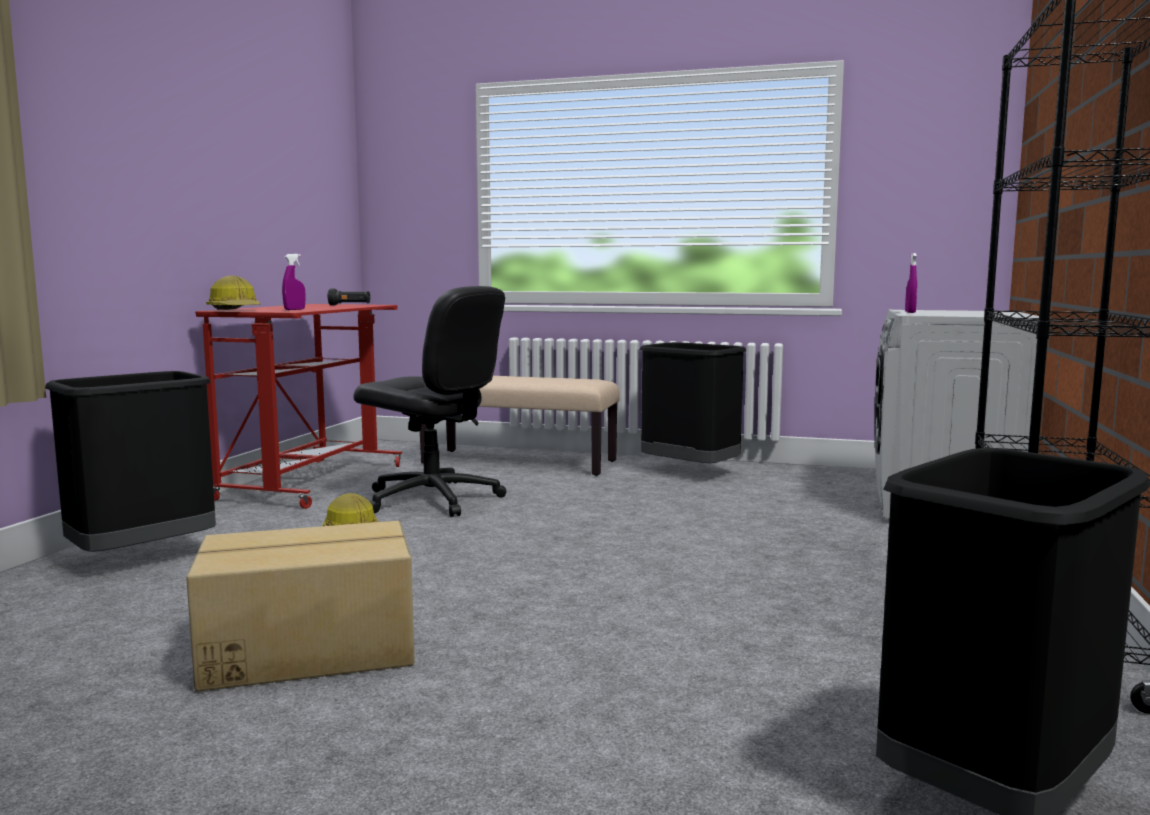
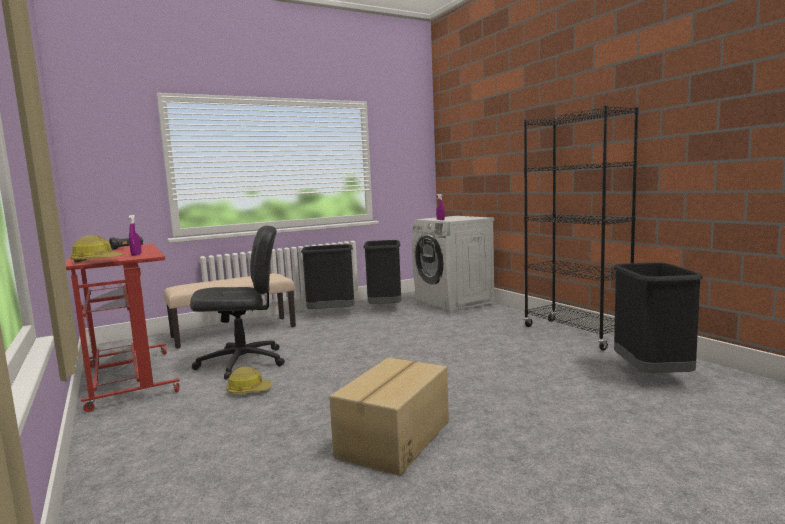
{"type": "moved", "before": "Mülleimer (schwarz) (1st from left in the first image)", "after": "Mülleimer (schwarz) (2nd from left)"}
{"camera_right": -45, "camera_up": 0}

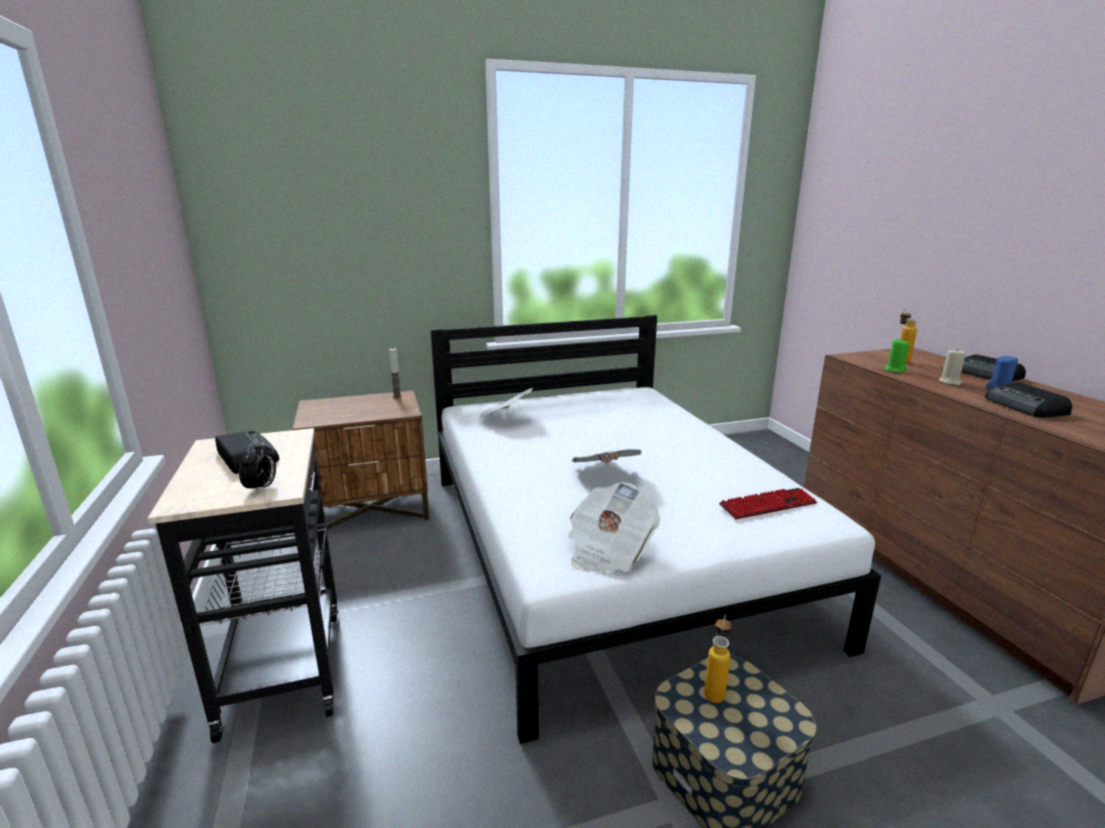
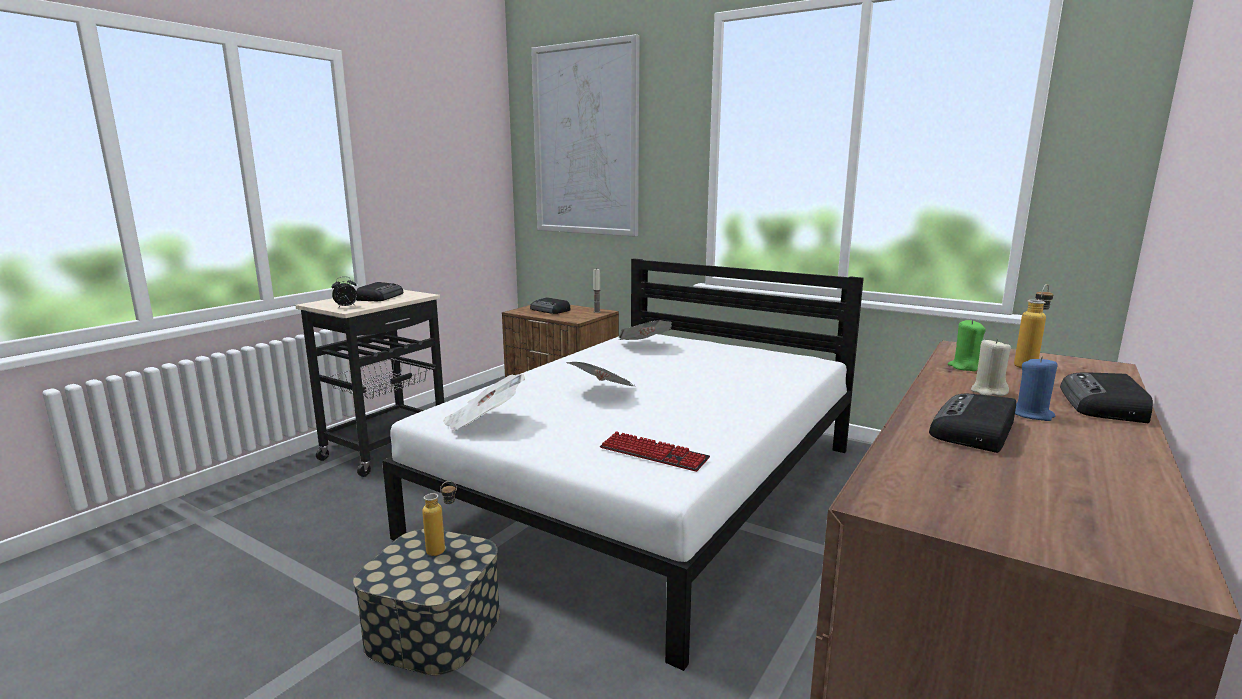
{"type": "added", "after": "Radio (2nd from left)"}
{"type": "added", "after": "Bild"}
{"camera_right": 50, "camera_up": -5}

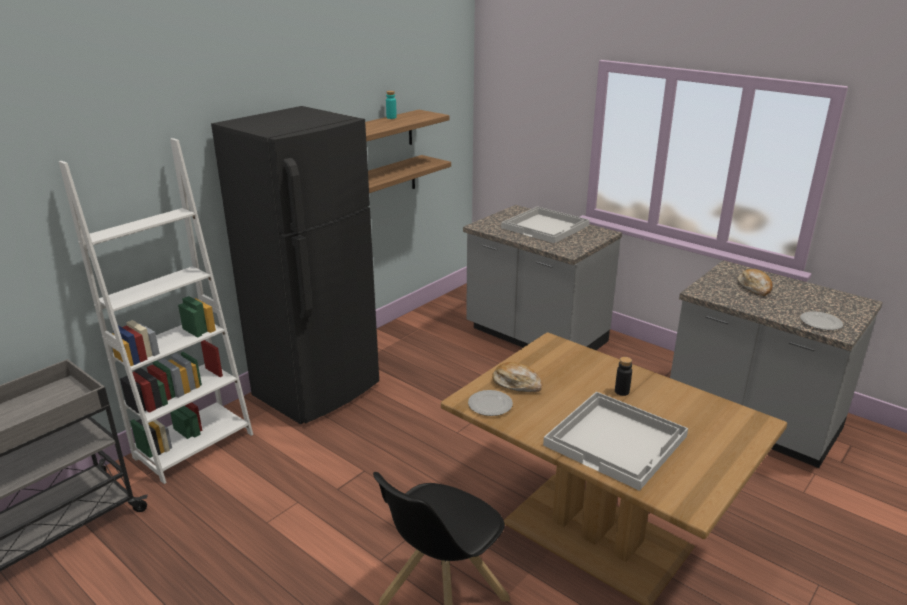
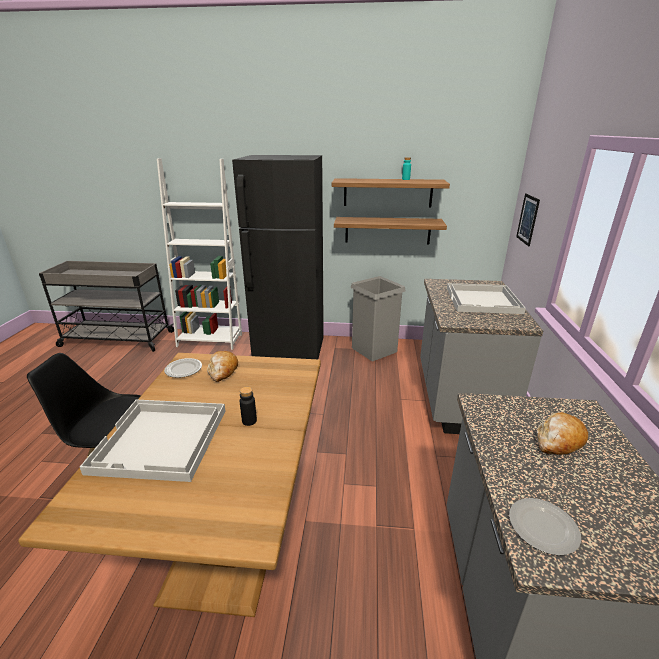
{"type": "added", "after": "Mülleimer (grau)"}
{"type": "added", "after": "Bild"}
{"camera_right": 55, "camera_up": 0}

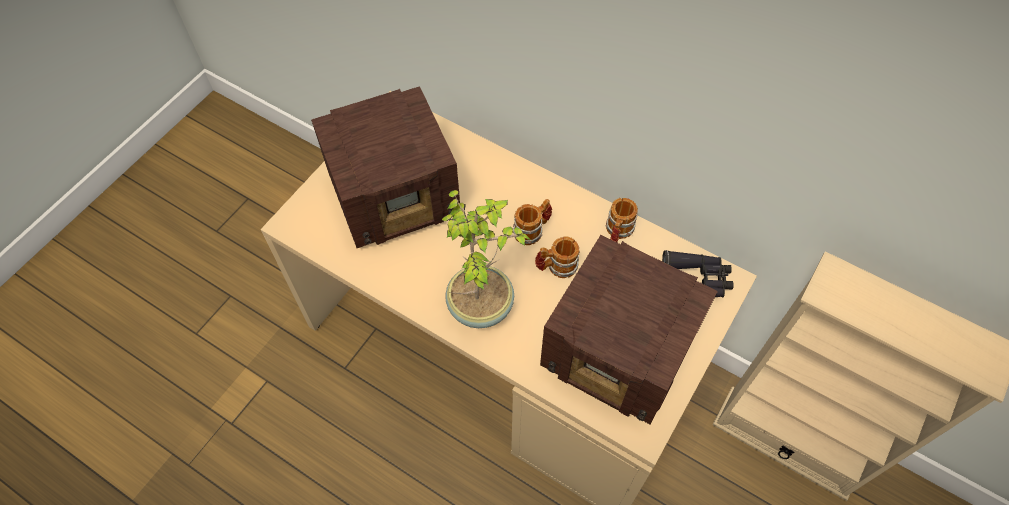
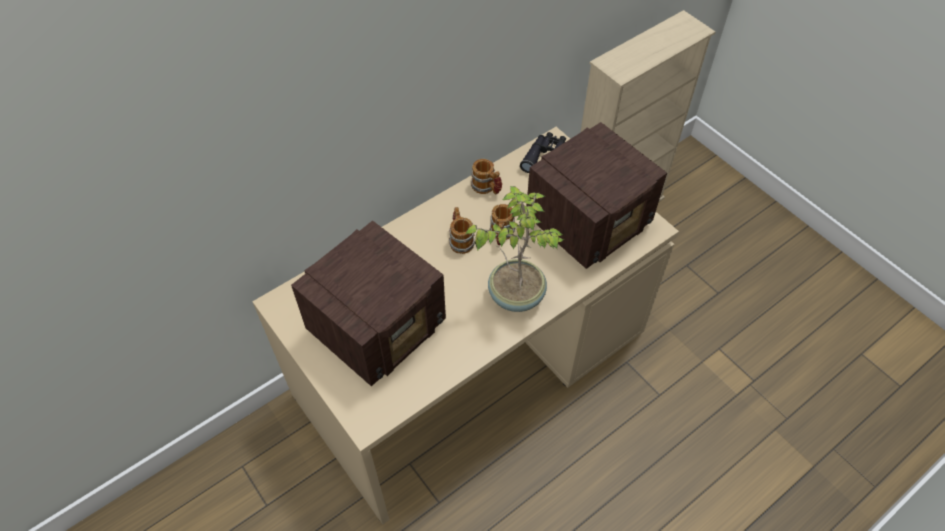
{"type": "turned", "before": "Radio (1st from left)", "turn": 45}
{"camera_right": -70, "camera_up": -5}

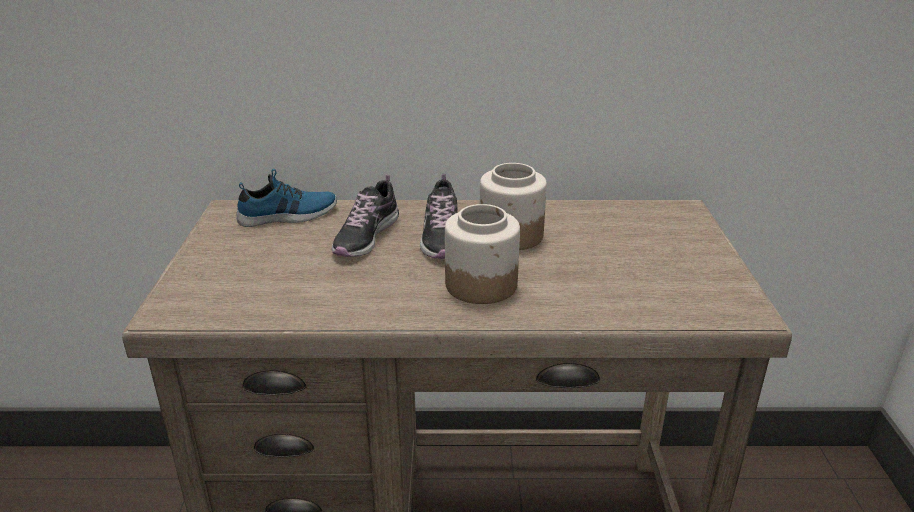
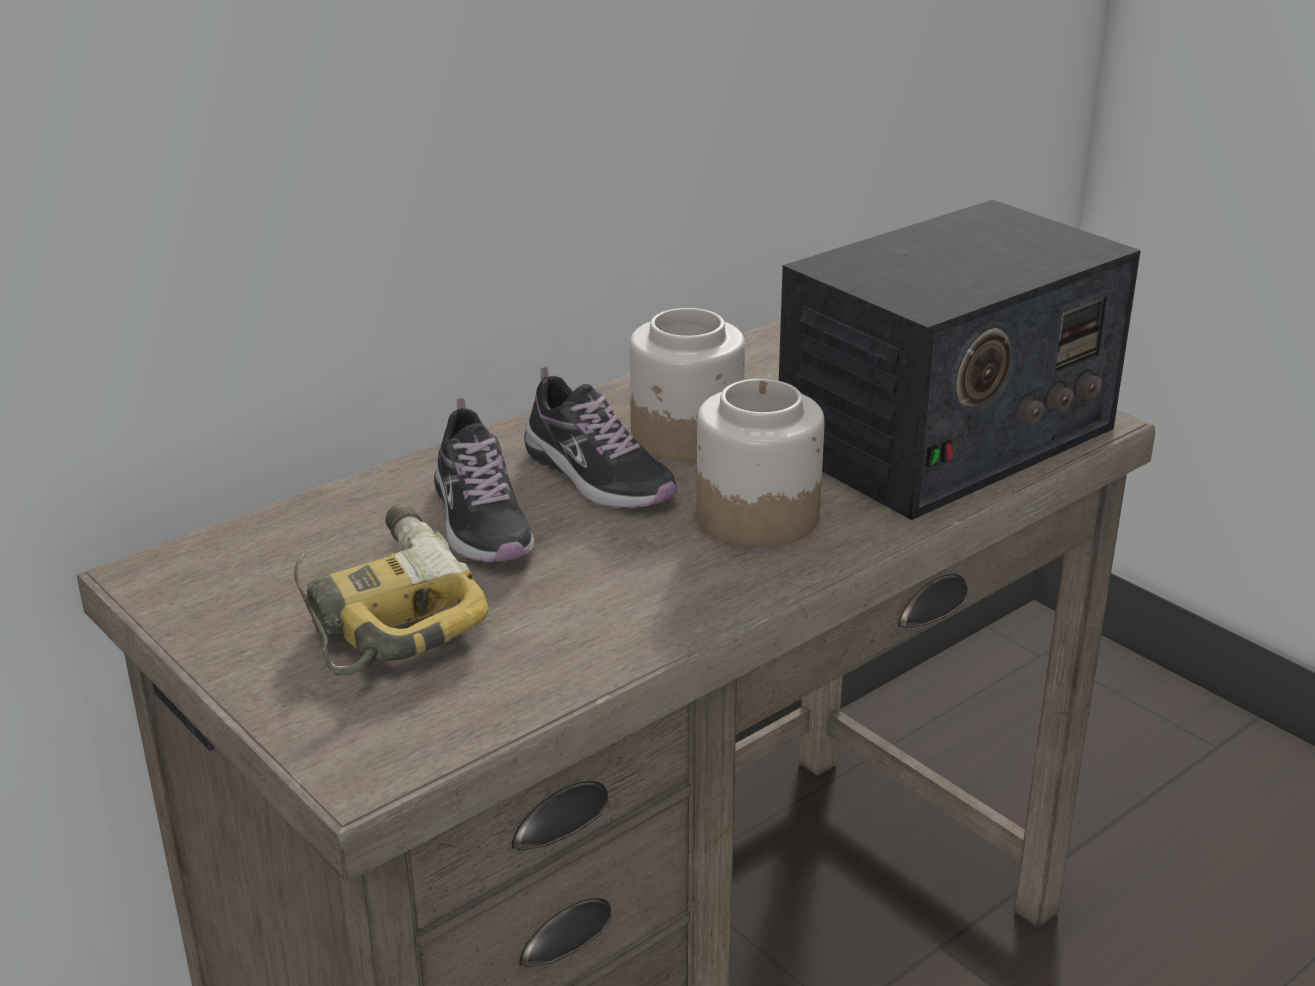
{"type": "removed", "before": "Schuh (1st from left)"}
{"type": "added", "after": "Bohrmaschine"}
{"type": "added", "after": "Radio"}
{"camera_right": -40, "camera_up": 0}

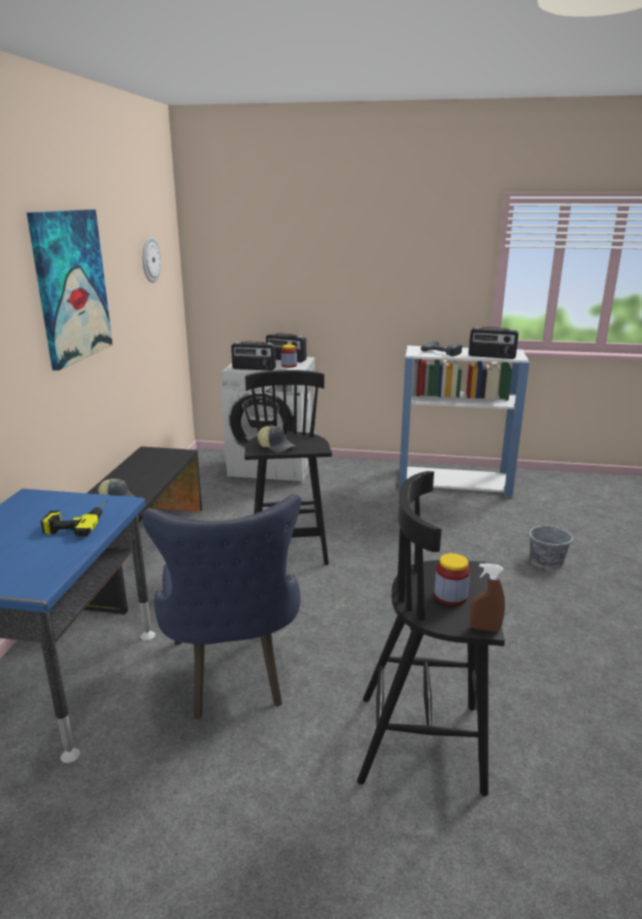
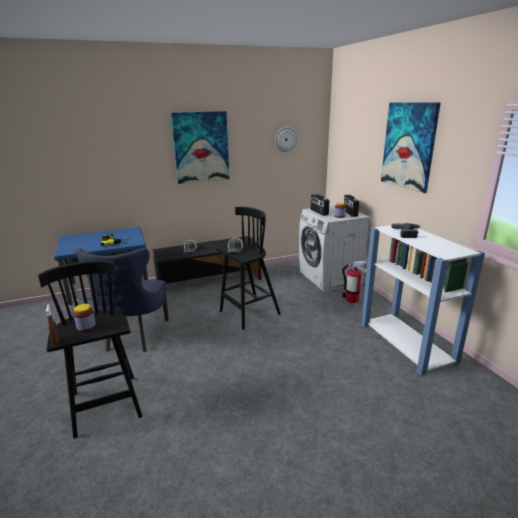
{"type": "removed", "before": "Radio (3rd from left)"}
{"type": "removed", "before": "Eimer (grau)"}
{"type": "added", "after": "Feuerlöscher"}
{"type": "added", "after": "Bild (2nd from left)"}
{"type": "turned", "before": "Stuhl (blau)", "turn": -45}
{"camera_right": 60, "camera_up": 0}

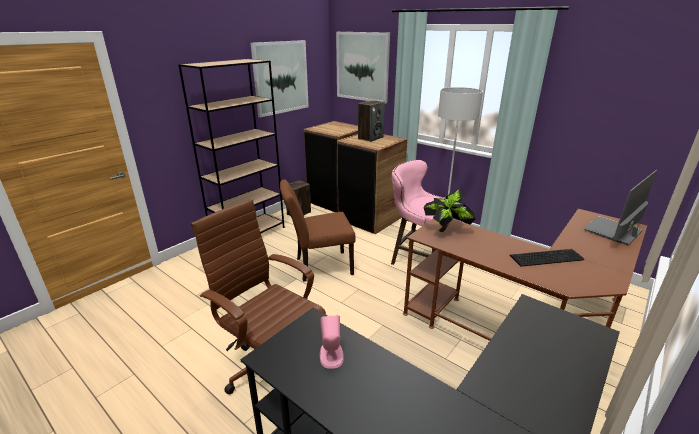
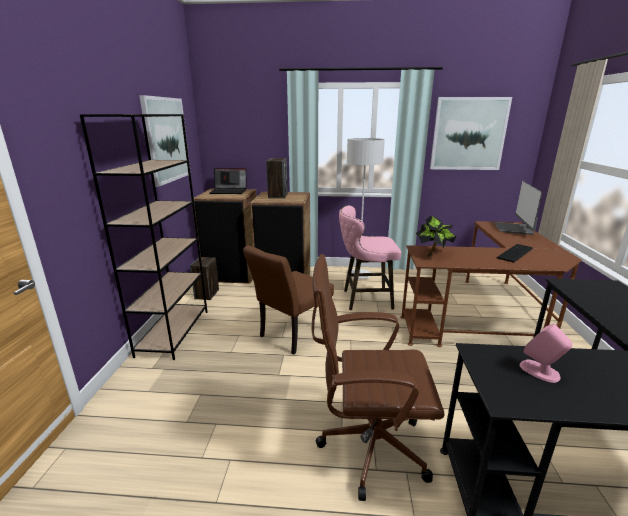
{"type": "added", "after": "Laptop"}
{"type": "moved", "before": "Bild (2nd from left)"}
{"camera_right": -35, "camera_up": -5}

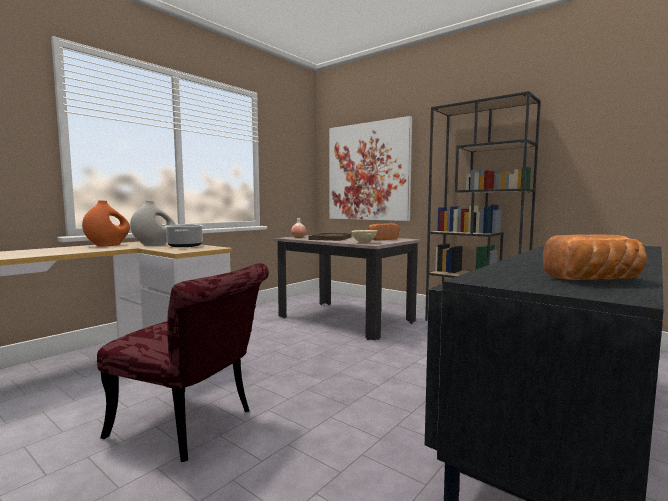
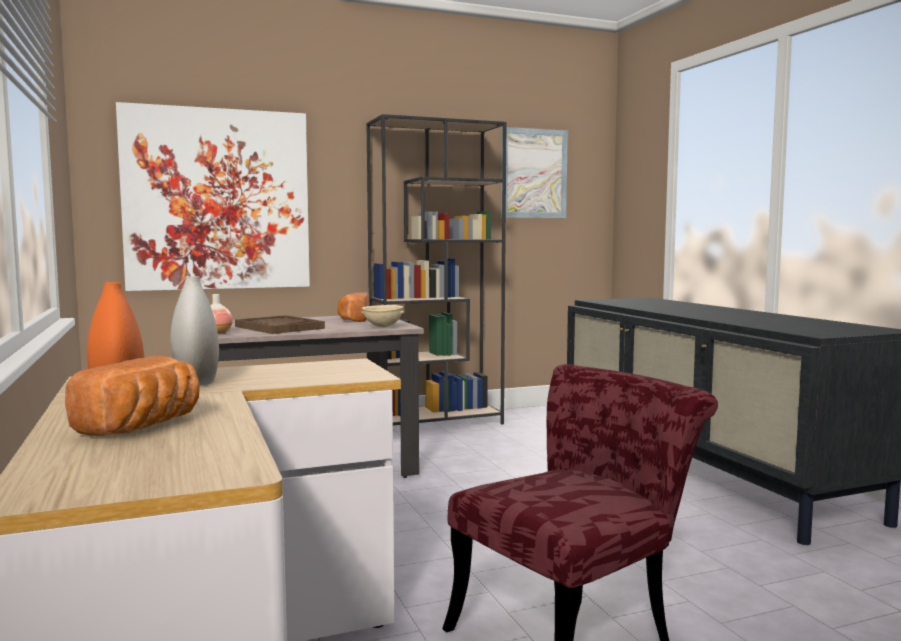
{"type": "removed", "before": "Kochtopf"}
{"type": "added", "after": "Bild (2nd from left)"}
{"type": "moved", "before": "Brot (2nd from left in the first image)", "after": "Brot (1st from left)"}
{"camera_right": -60, "camera_up": 0}

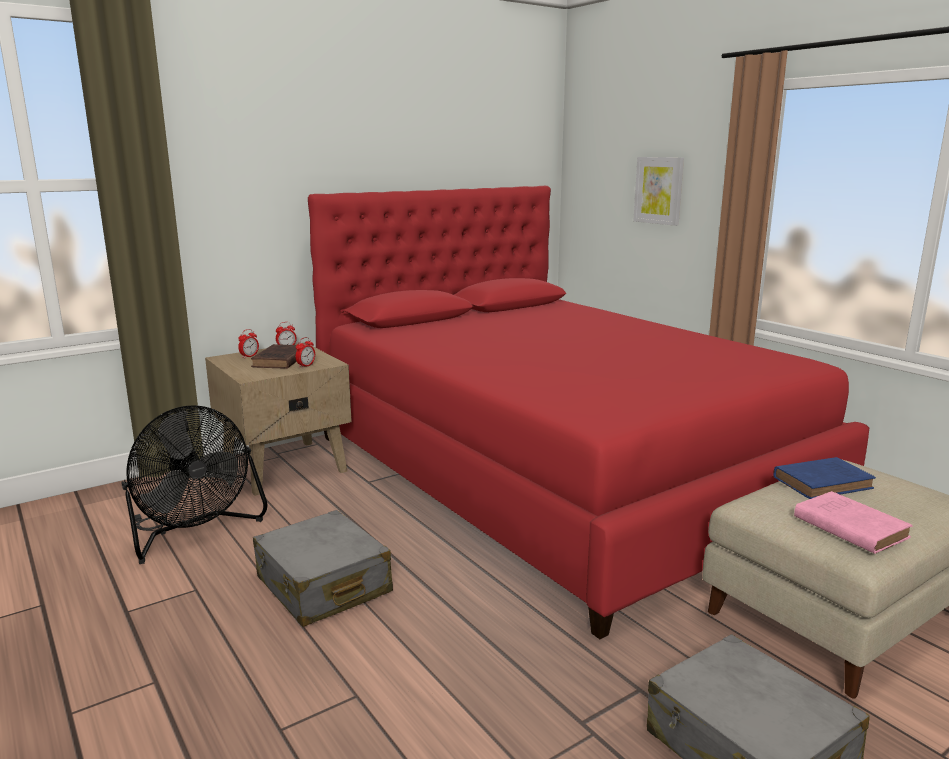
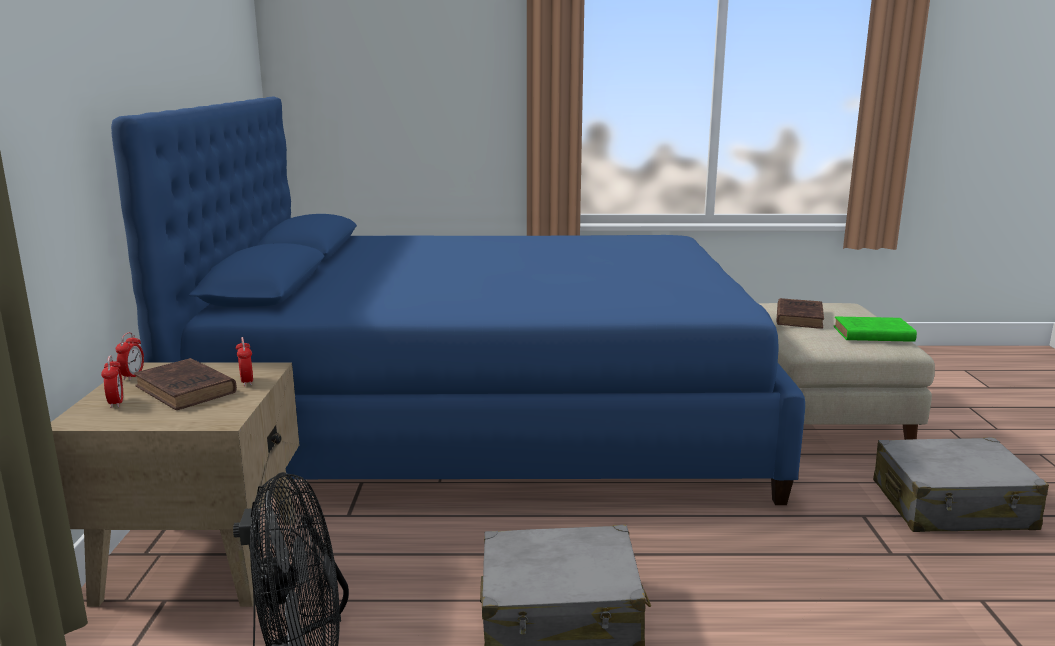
{"type": "removed", "before": "Bild"}
{"type": "recoloured", "before": "Bett (rot)", "after": "Bett (blau)"}
{"type": "recoloured", "before": "Buch (blau)", "after": "Buch (braun) (2nd from left)"}
{"type": "recoloured", "before": "Buch (rosa)", "after": "Buch (grün)"}
{"camera_right": -55, "camera_up": 0}

